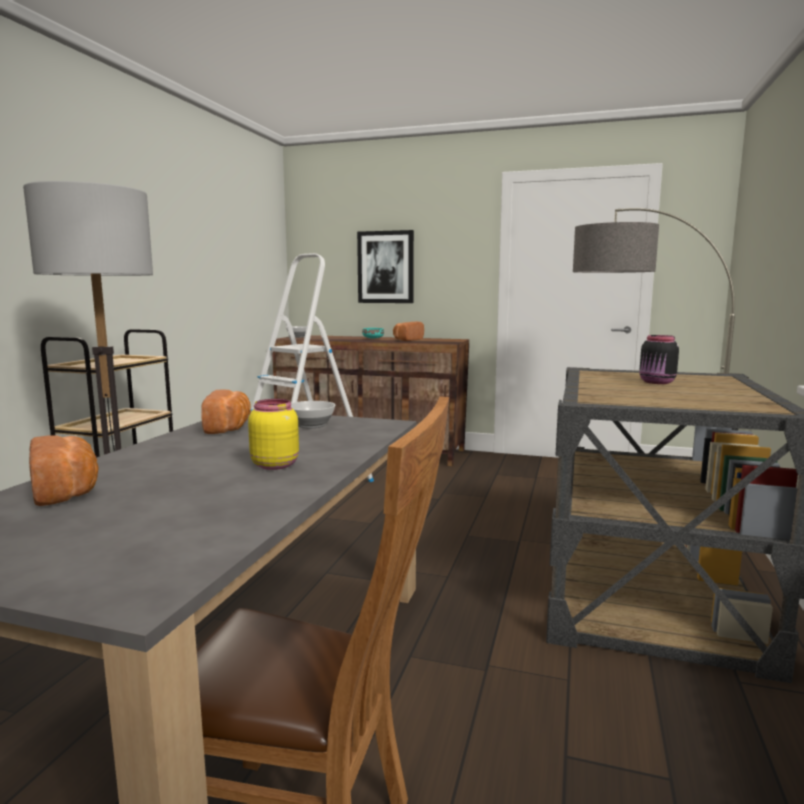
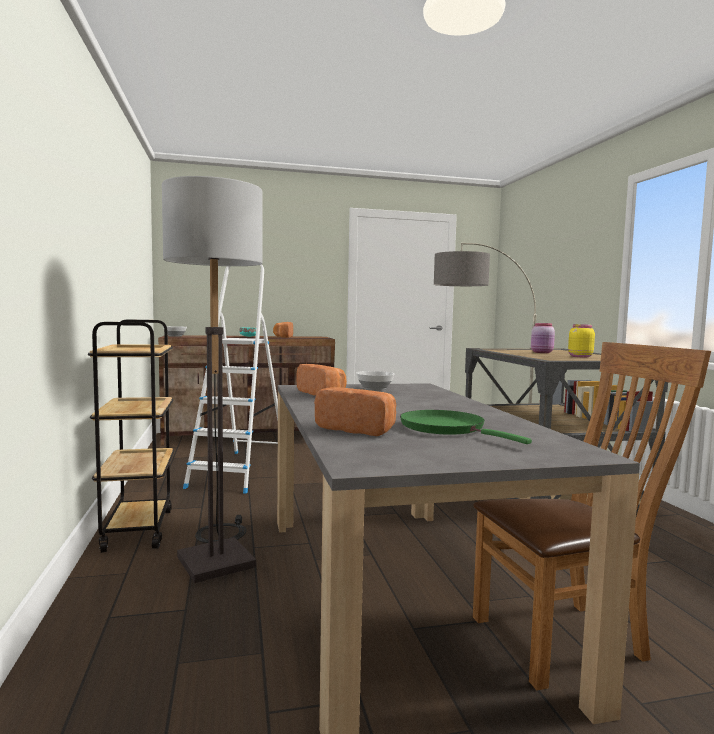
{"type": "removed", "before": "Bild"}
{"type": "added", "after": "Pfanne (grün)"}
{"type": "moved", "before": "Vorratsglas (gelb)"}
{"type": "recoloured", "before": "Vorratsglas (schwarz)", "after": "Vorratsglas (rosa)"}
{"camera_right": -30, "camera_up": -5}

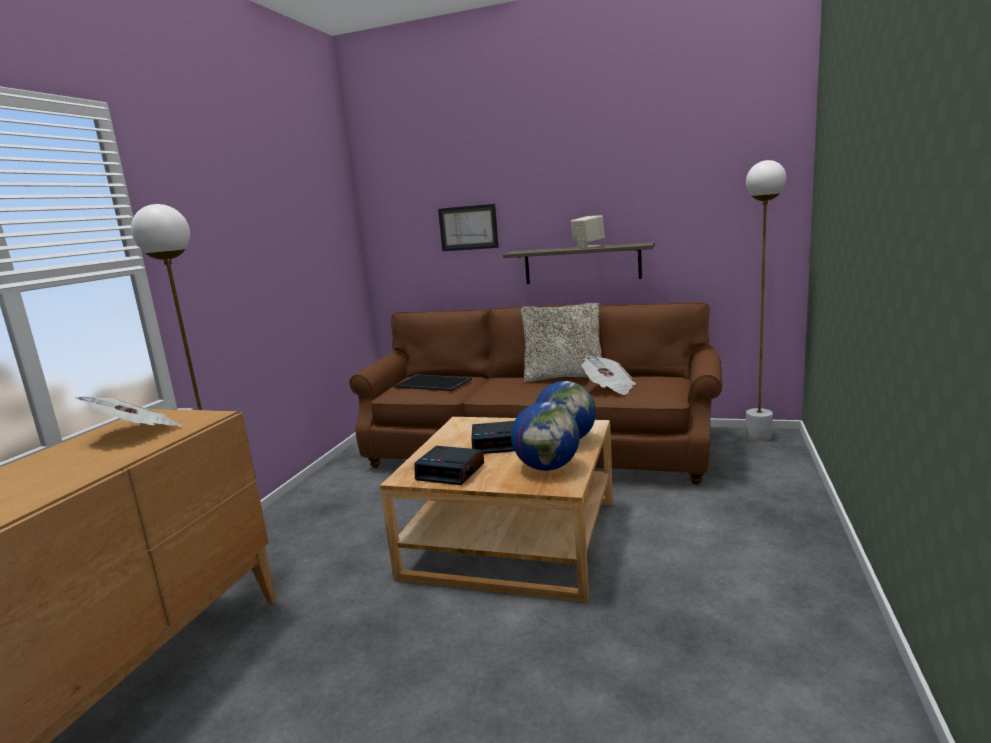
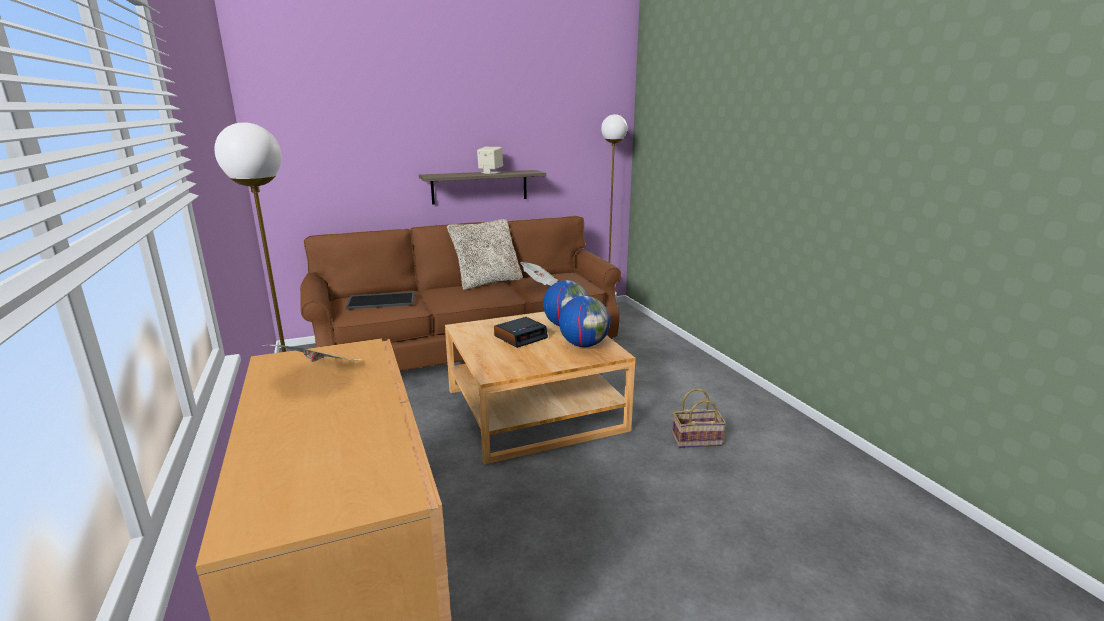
{"type": "removed", "before": "Wecker (1st from left)"}
{"type": "removed", "before": "Bild"}
{"type": "added", "after": "Korb"}
{"camera_right": -40, "camera_up": 5}

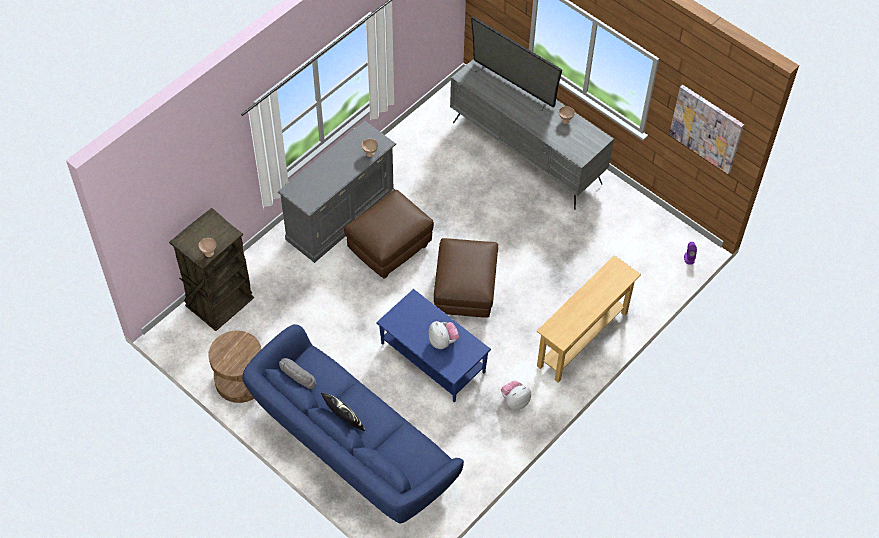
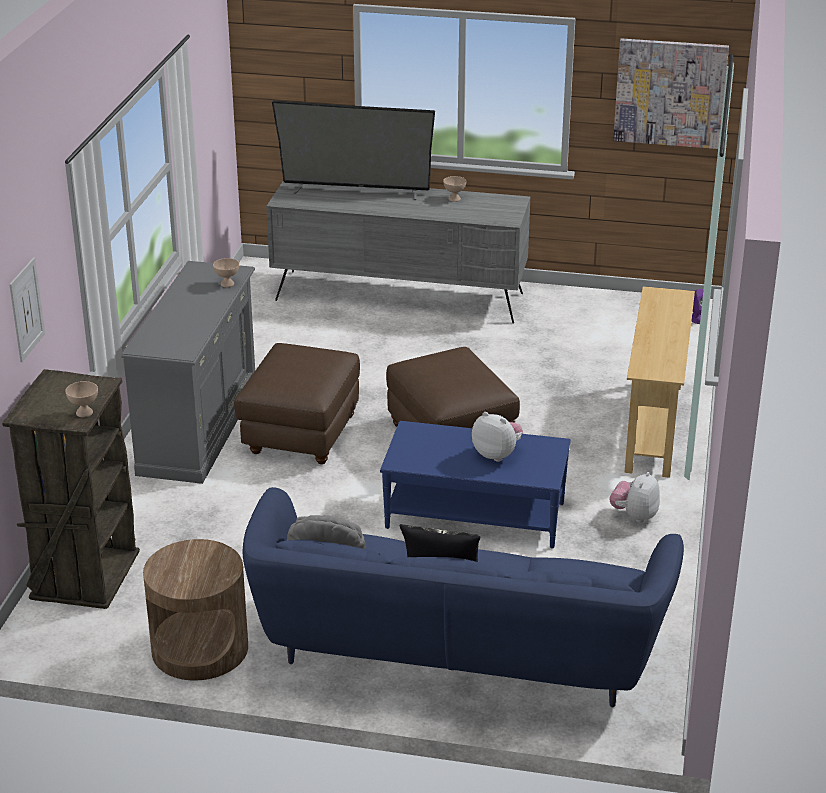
{"type": "added", "after": "Bild (1st from left)"}
{"camera_right": -30, "camera_up": -25}

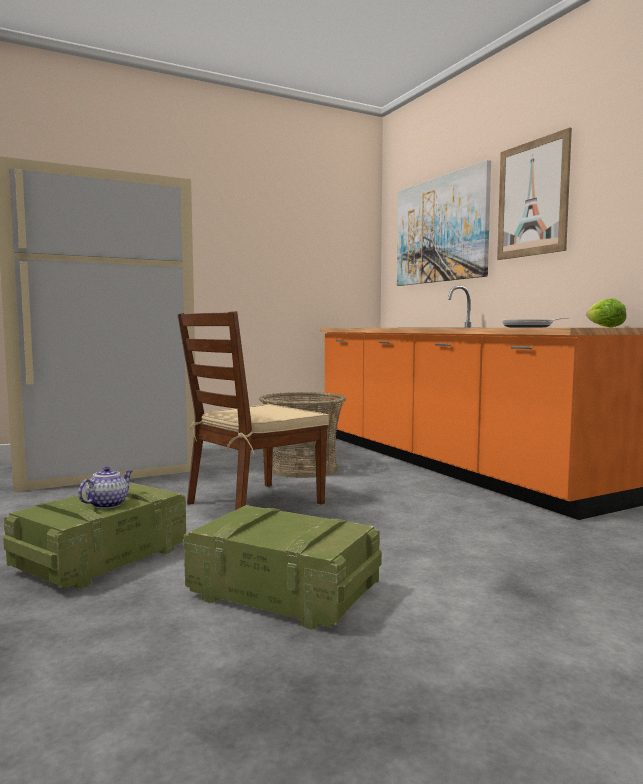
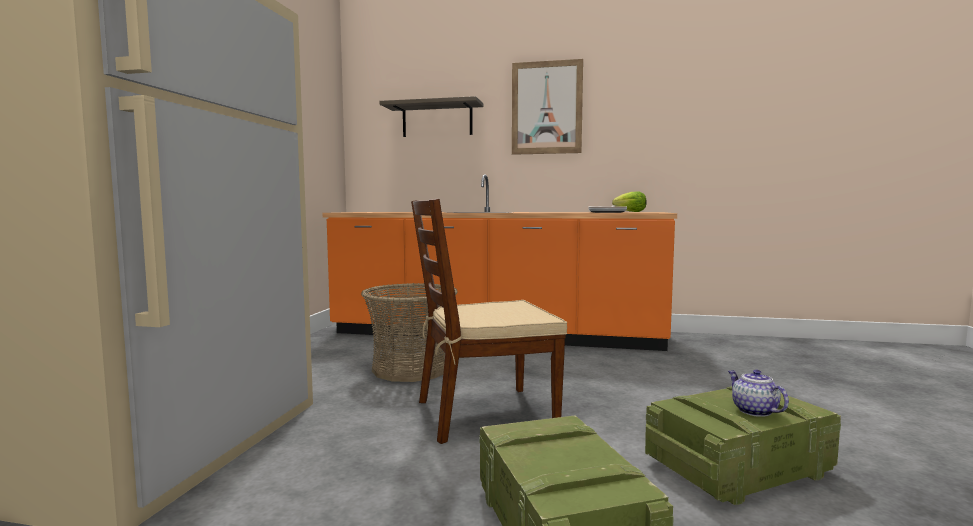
{"type": "moved", "before": "Teekanne"}
{"type": "replaced", "before": "Bild (1st from left)", "after": "Wandregal"}
{"type": "turned", "before": "Stuhl (braun)", "turn": 75}
{"camera_right": -50, "camera_up": 0}

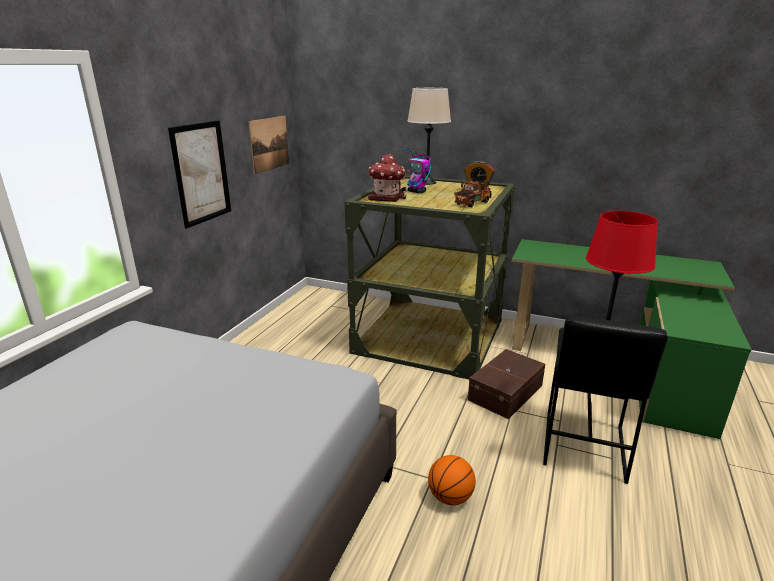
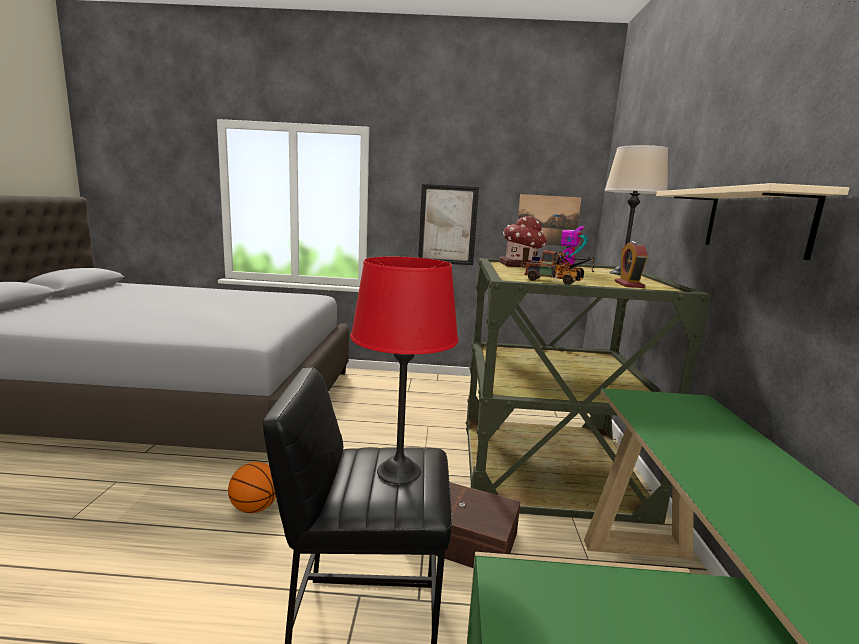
{"type": "added", "after": "Wandregal (beige)"}
{"camera_right": 70, "camera_up": -10}

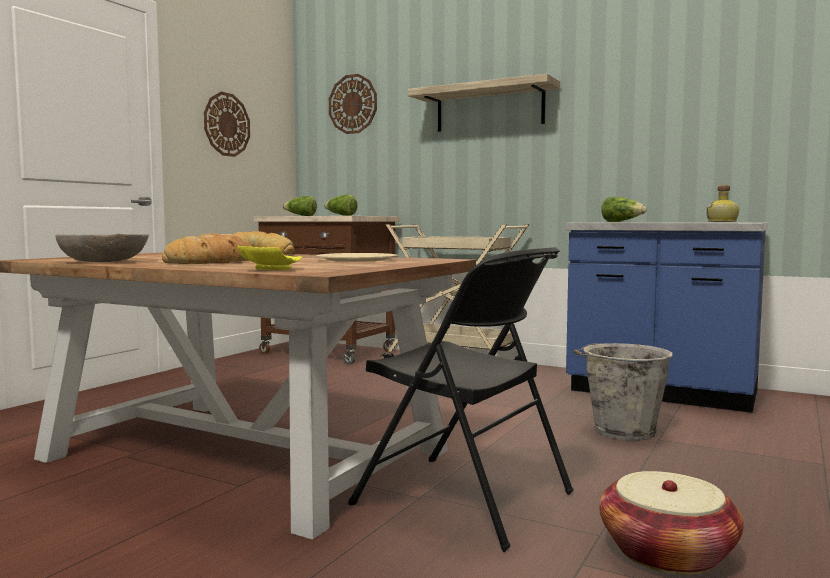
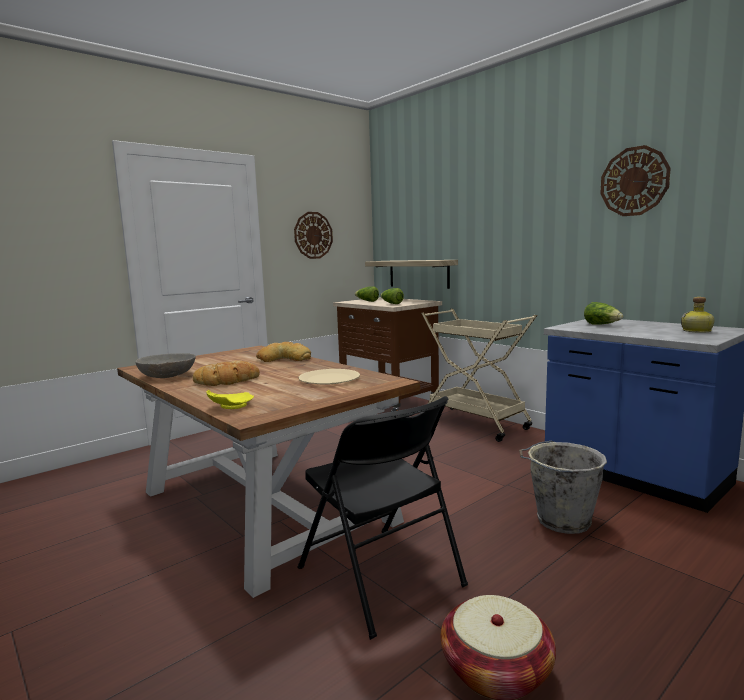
{"type": "moved", "before": "Wanduhr (2nd from left)"}
{"type": "moved", "before": "Wandregal"}
{"camera_right": 20, "camera_up": 5}

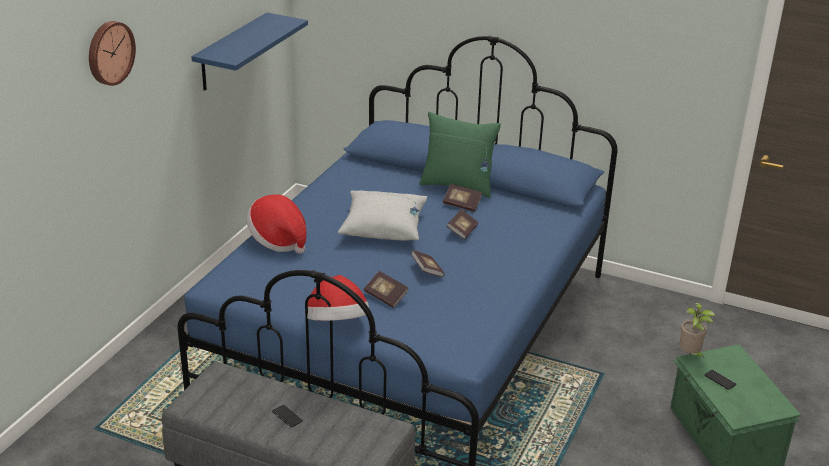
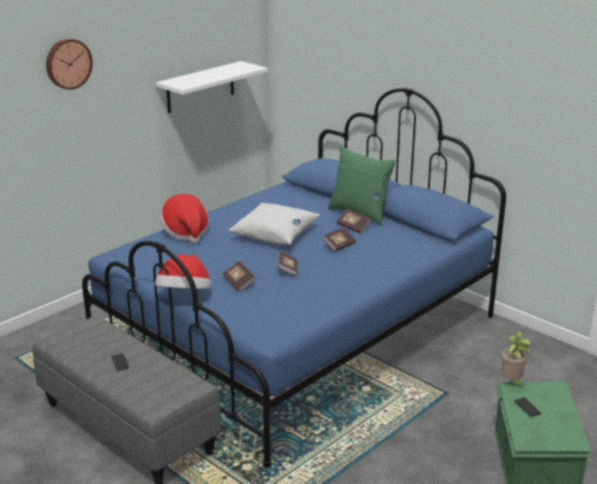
{"type": "recoloured", "before": "Wandregal (blau)", "after": "Wandregal (weiß)"}
{"camera_right": 20, "camera_up": -5}

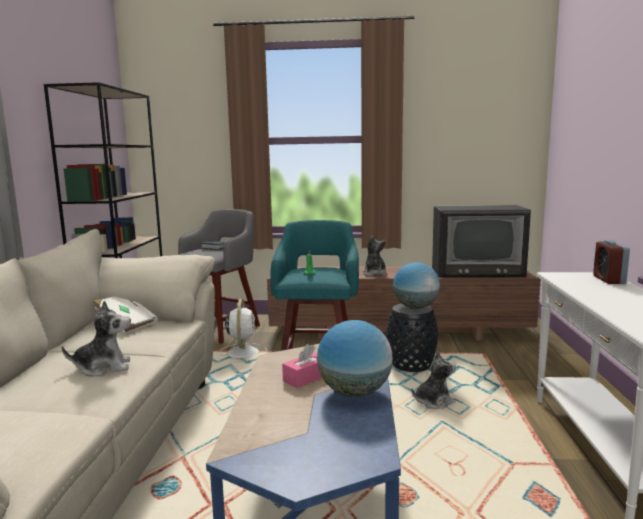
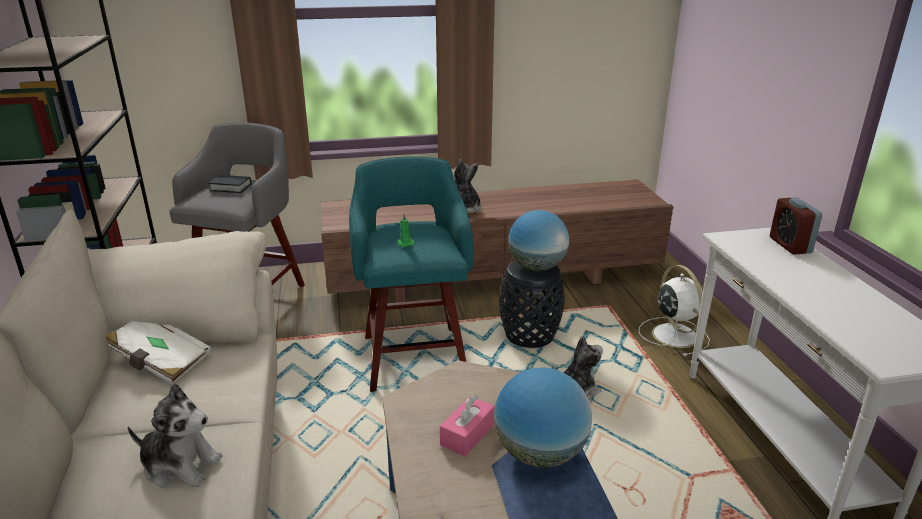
{"type": "removed", "before": "Fernseher"}
{"type": "moved", "before": "Ventilator (weiß)"}
{"type": "turned", "before": "Plüschtier (1st from left)", "turn": 45}
{"camera_right": -15, "camera_up": 15}

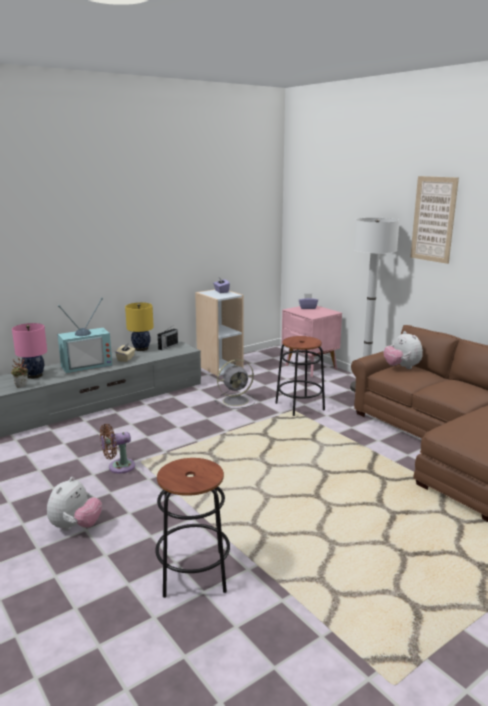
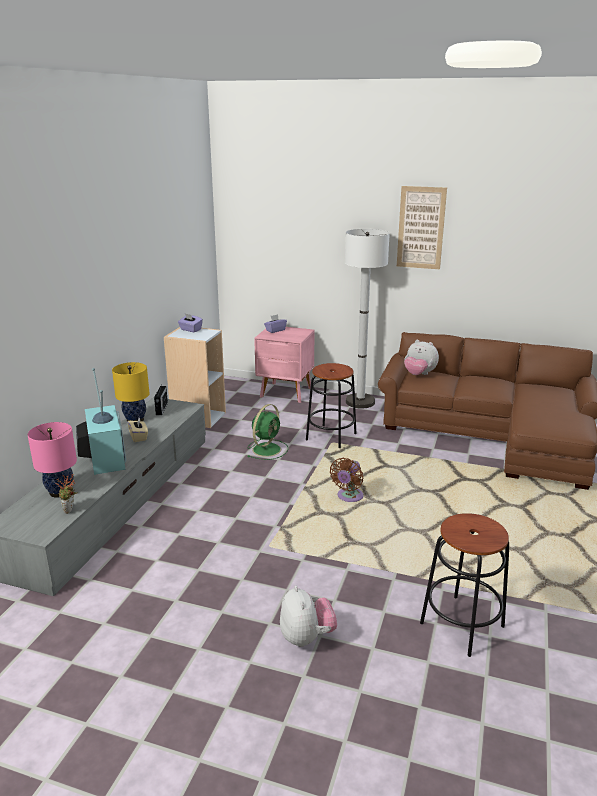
{"type": "moved", "before": "Ventilator (braun)"}
{"type": "recoloured", "before": "Ventilator (grau)", "after": "Ventilator (grün)"}
{"type": "turned", "before": "Fernseher", "turn": -45}
{"camera_right": -35, "camera_up": 5}

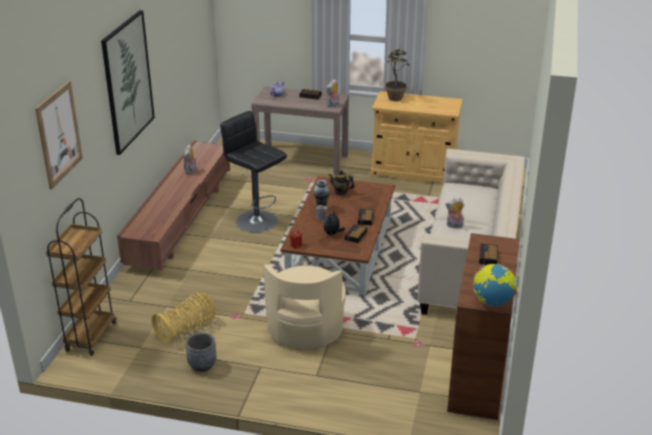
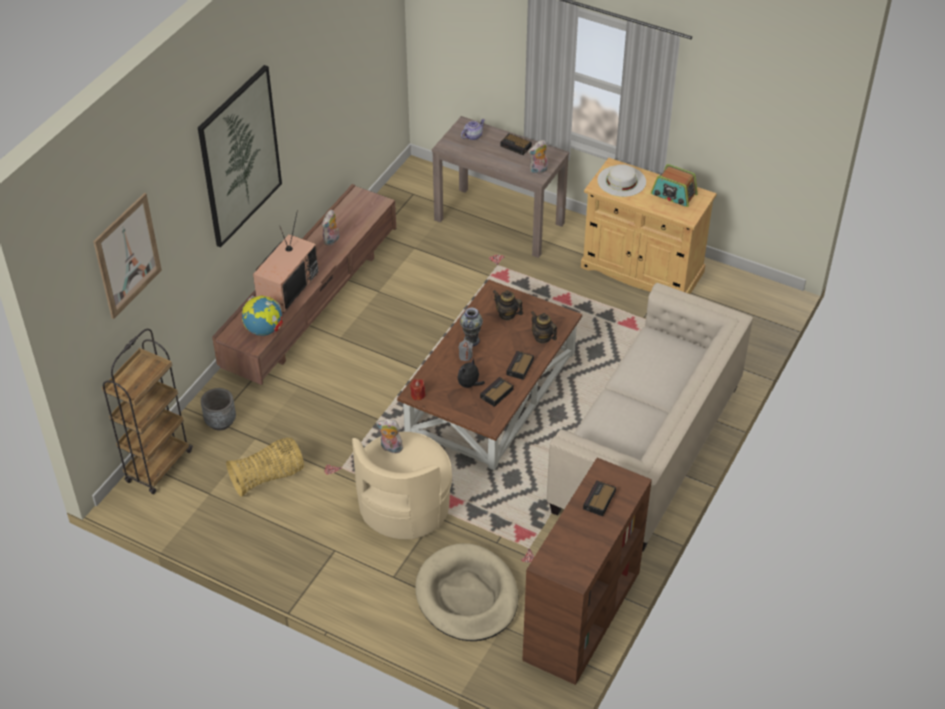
{"type": "removed", "before": "Hocker (schwarz)"}
{"type": "added", "after": "Fernseher"}
{"type": "added", "after": "Hundebett (beige)"}
{"type": "added", "after": "Teekanne (3rd from left)"}
{"type": "added", "after": "Radio"}
{"type": "moved", "before": "Pflanzkübel (grau)"}
{"type": "moved", "before": "Plüschtier (4th from left in the first image)", "after": "Plüschtier (2nd from left)"}
{"type": "moved", "before": "Globus"}
{"type": "replaced", "before": "Topfpflanze", "after": "Hut (weiß)"}
{"camera_right": 15, "camera_up": 15}

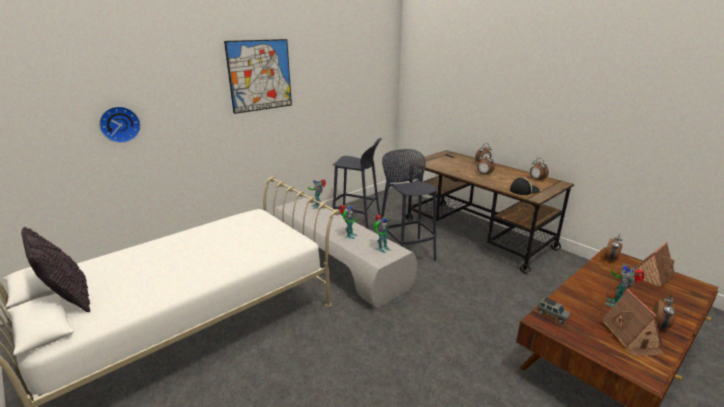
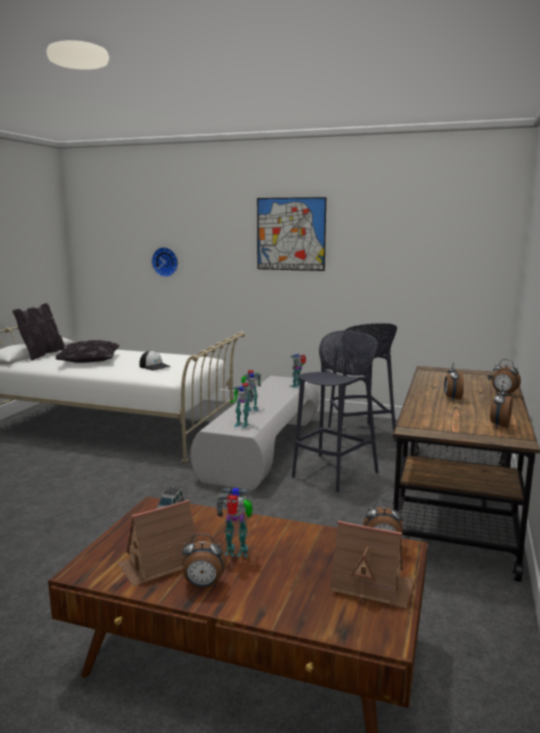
{"type": "added", "after": "Kissen (schwarz) (2nd from left)"}
{"type": "moved", "before": "Kappe"}
{"camera_right": 60, "camera_up": -10}

